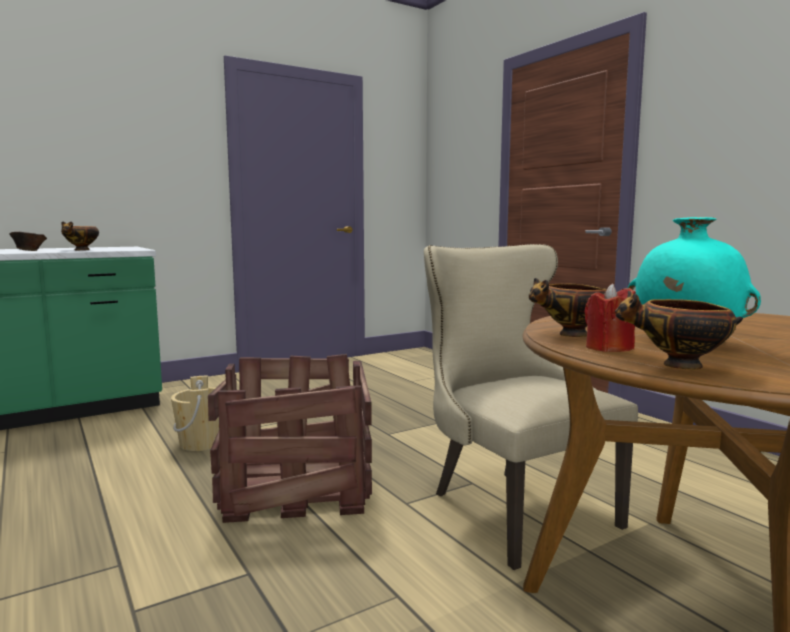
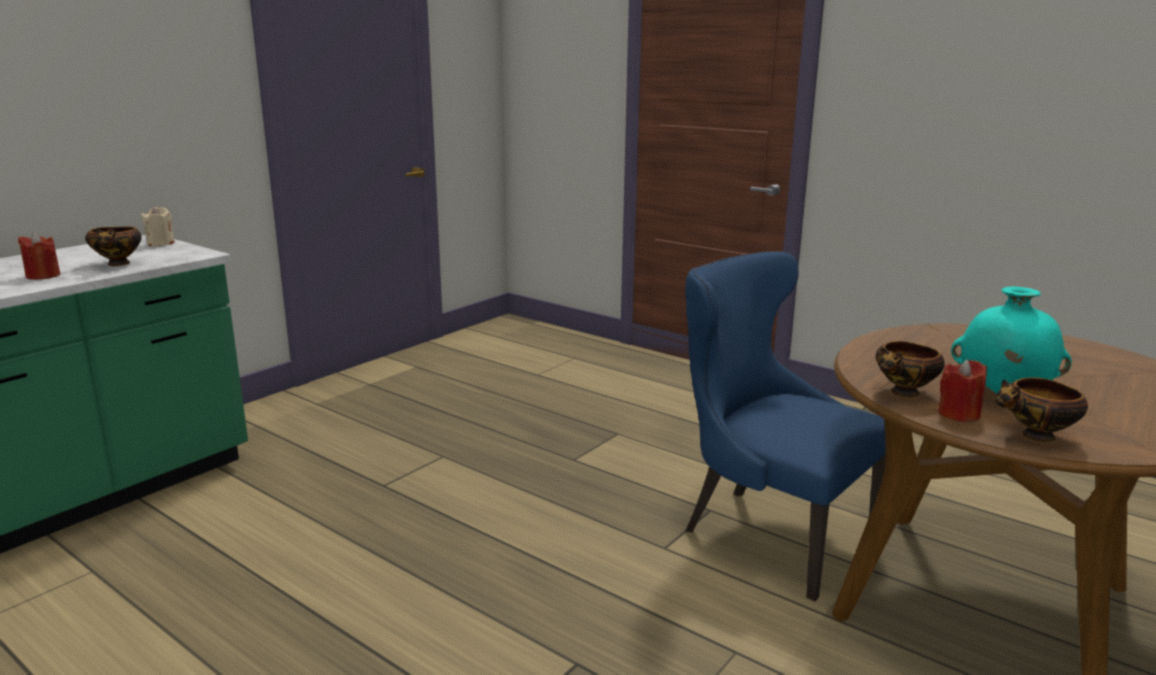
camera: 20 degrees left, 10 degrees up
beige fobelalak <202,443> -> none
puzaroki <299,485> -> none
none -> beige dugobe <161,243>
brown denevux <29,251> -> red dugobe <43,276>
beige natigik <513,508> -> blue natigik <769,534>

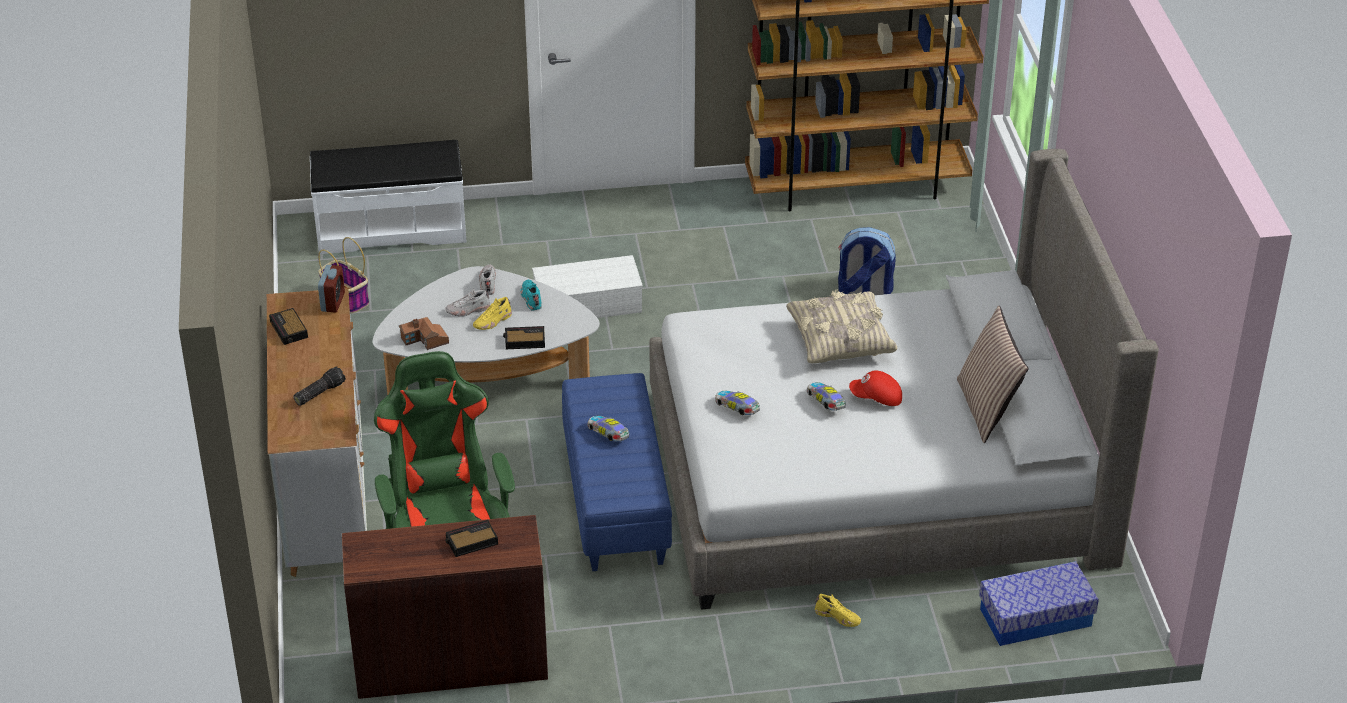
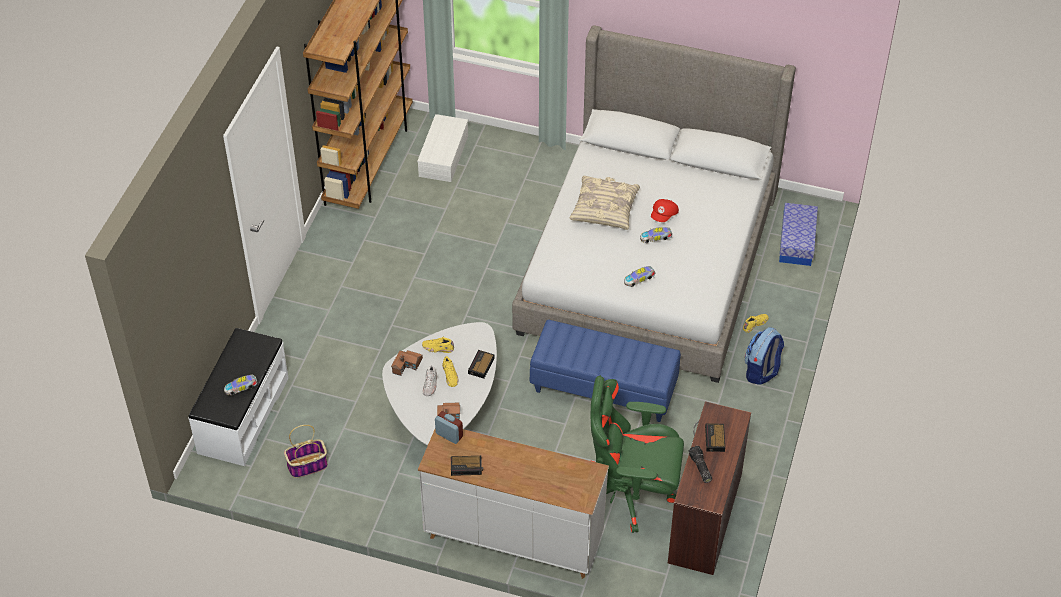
camera: 65 degrees left, 10 degrees up
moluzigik <987,409> -> none
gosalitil <319,392> -> gosalitil <699,468>, relocated
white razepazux <589,302> -> white razepazux <443,155>, relocated
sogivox <609,435> -> sogivox <242,388>, relocated
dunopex <863,292> -> dunopex <761,371>, relocated
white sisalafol <487,283> -> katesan <407,365>
turquoise sisalafol <531,298> -> yellow sisalafol <438,348>

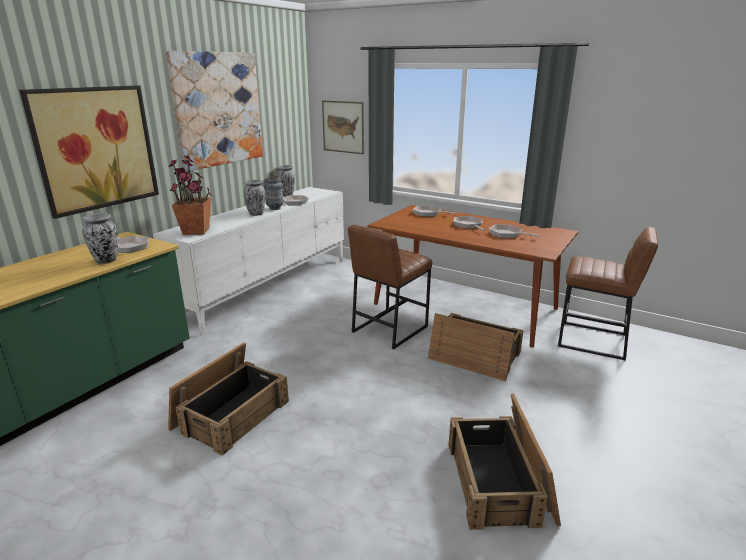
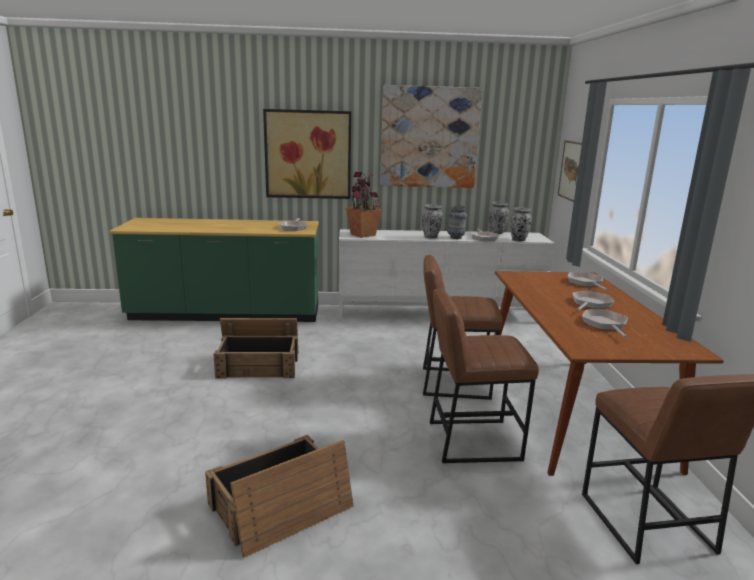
camera: 55 degrees right, 5 degrees down
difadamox <106,261> -> difadamox <518,240>, relocated
puzaroki <474,356> -> brown natigik <472,440>

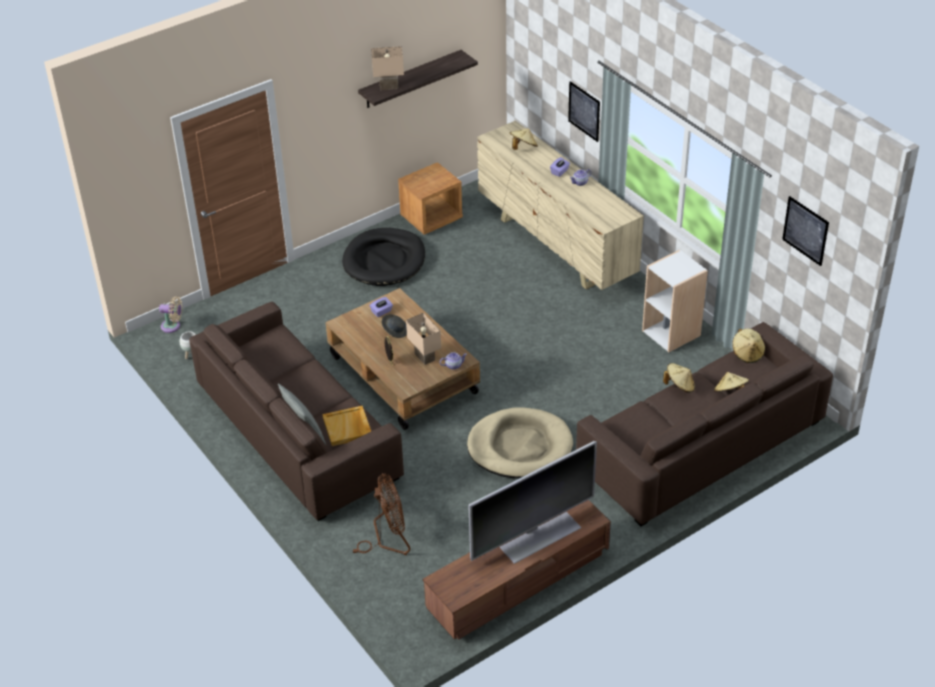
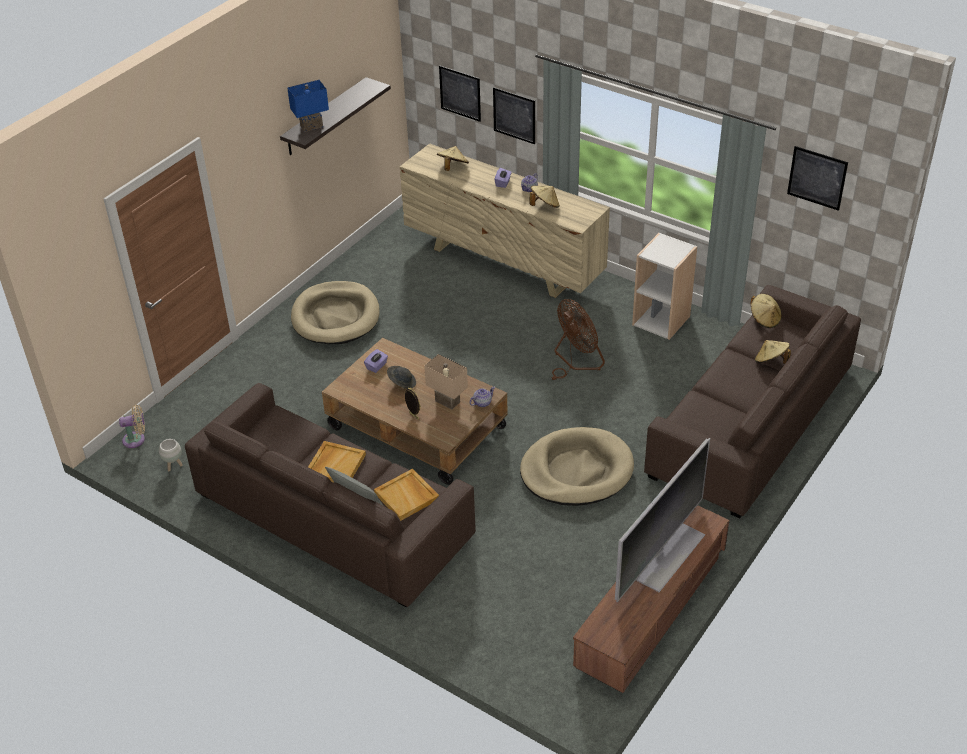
camera: 20 degrees left, 0 degrees up
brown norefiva <431,218> -> none
none -> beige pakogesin <335,465>
none -> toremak <460,93>
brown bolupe <387,534> -> brown bolupe <572,359>, relocated
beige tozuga <679,386> -> beige tozuga <544,205>, relocated
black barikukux <384,260> -> beige barikukux <335,316>
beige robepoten <389,86> -> blue robepoten <311,126>

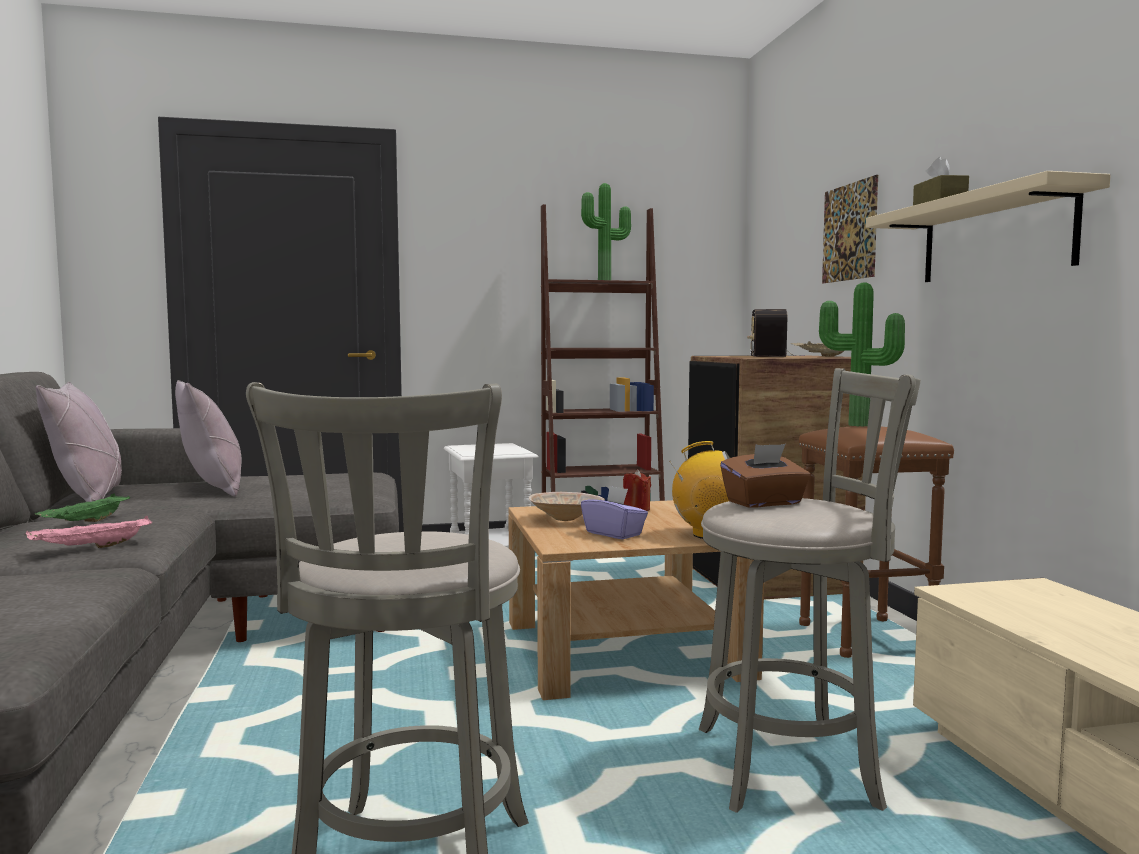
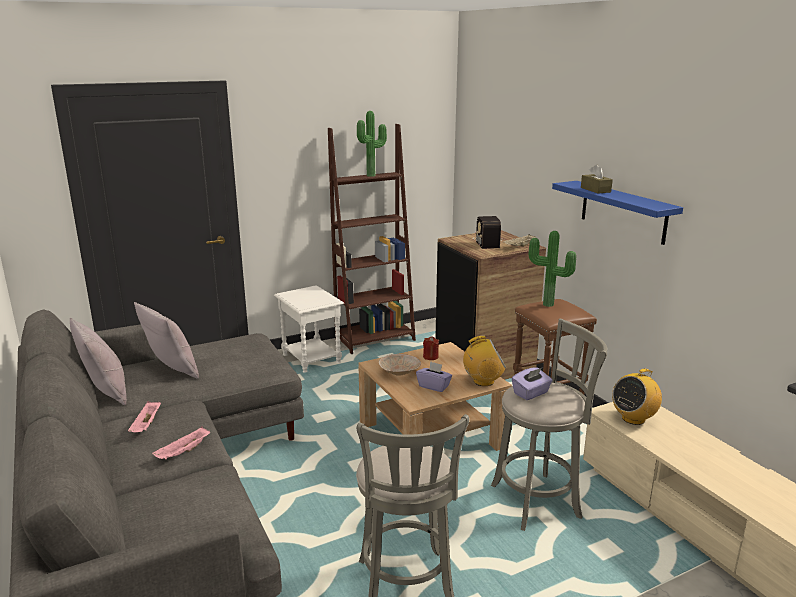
camera: 15 degrees left, 15 degrees up
toremak <849,232> -> none
none -> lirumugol <633,418>
green pakogesin <86,523> -> pink pakogesin <147,425>
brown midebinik <764,503> -> purple midebinik <531,393>
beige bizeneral <995,237> -> blue bizeneral <623,211>

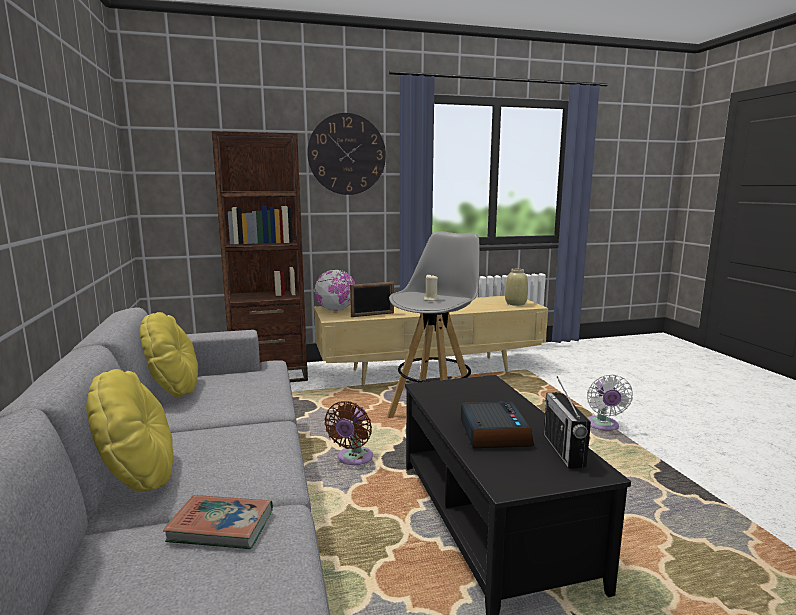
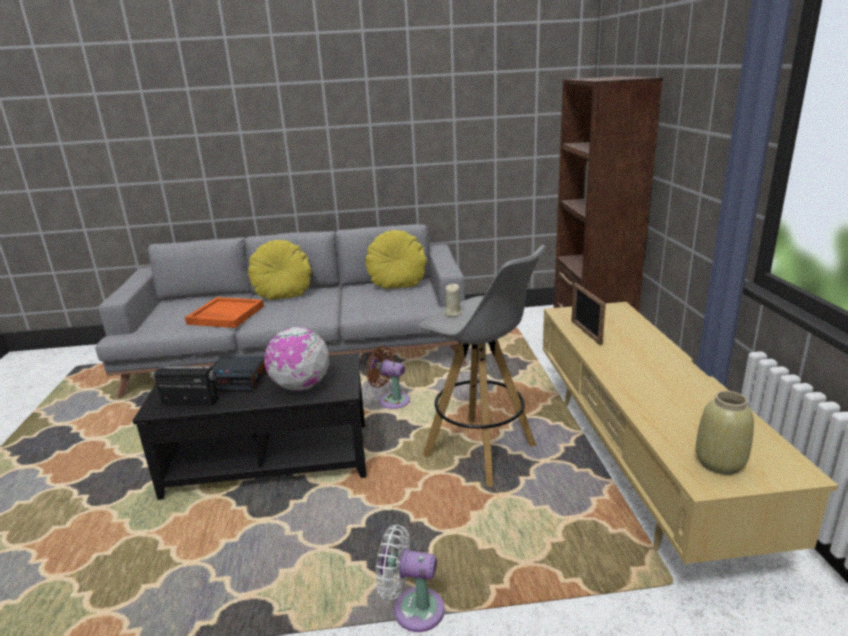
camera: 100 degrees right, 10 degrees up
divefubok <347,154> -> none
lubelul <336,310> -> lubelul <301,386>, relocated
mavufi <221,526> -> orange pakogesin <225,315>

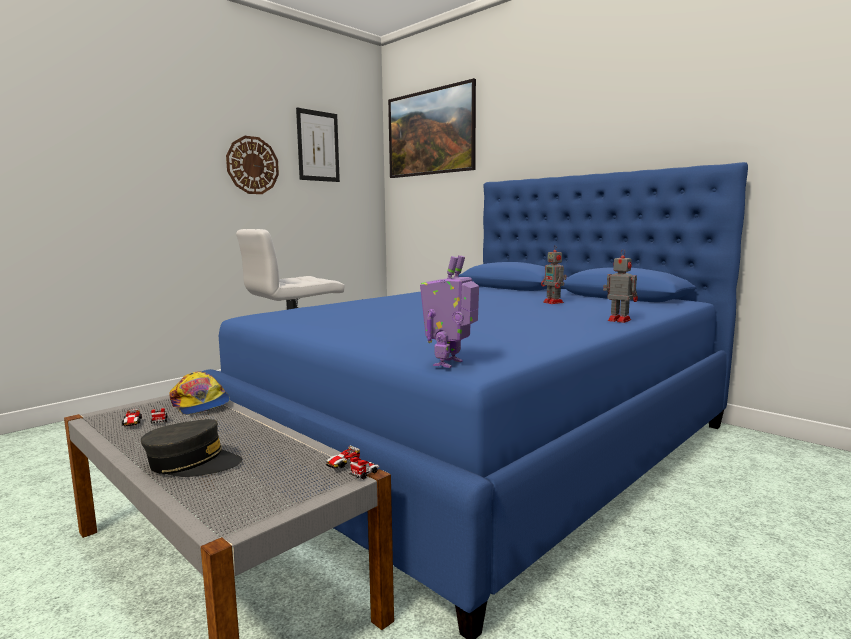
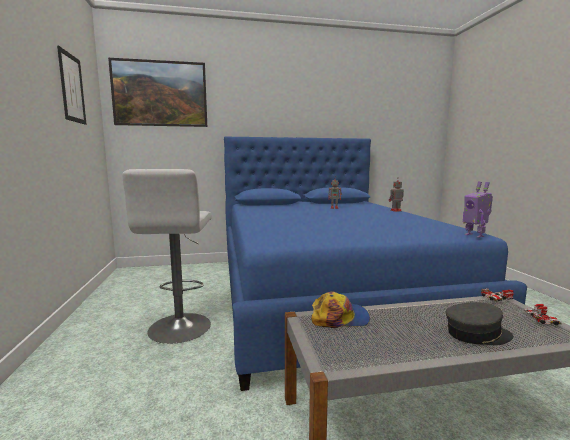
camera: 55 degrees left, 0 degrees up
divefubok <252,165> -> none
sogivox <145,423> -> sogivox <541,319>, relocated
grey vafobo <192,463> -> grey vafobo <477,334>, 45 degrees clockwise

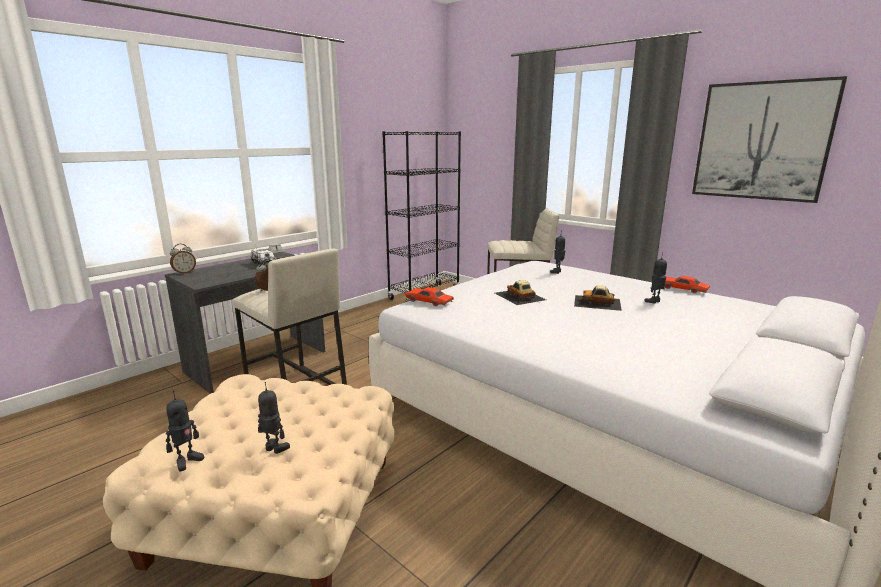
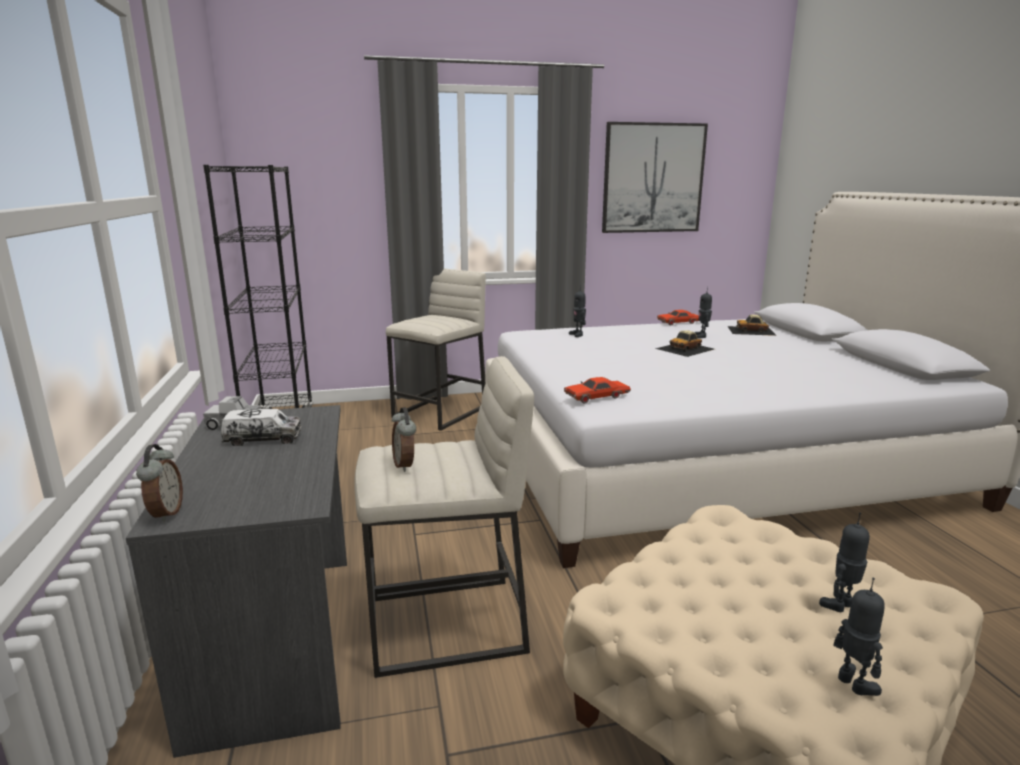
camera: 55 degrees left, 0 degrees up
sogivox <519,296> -> sogivox <751,330>, relocated

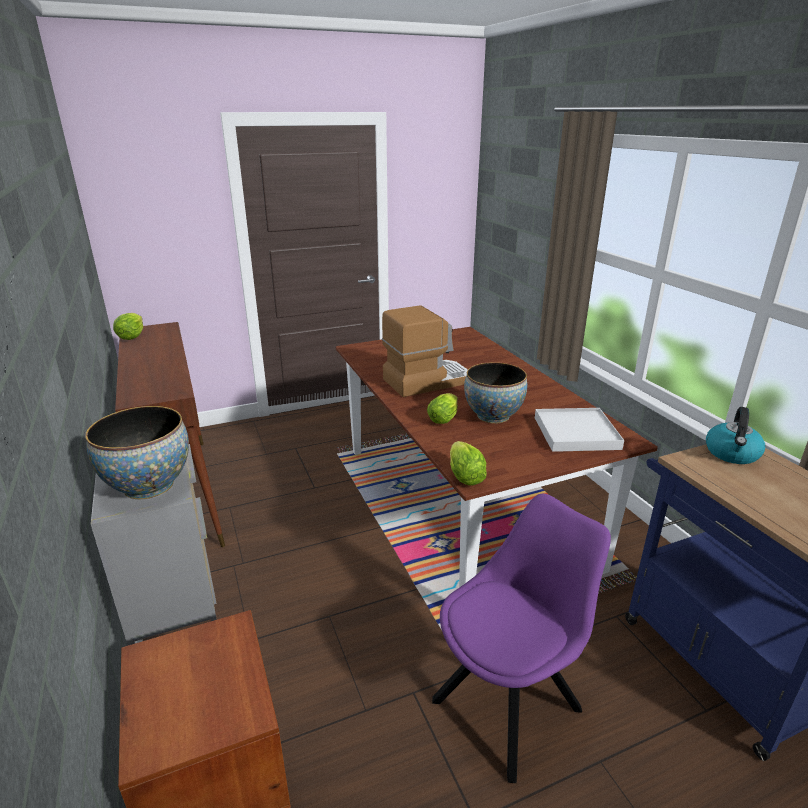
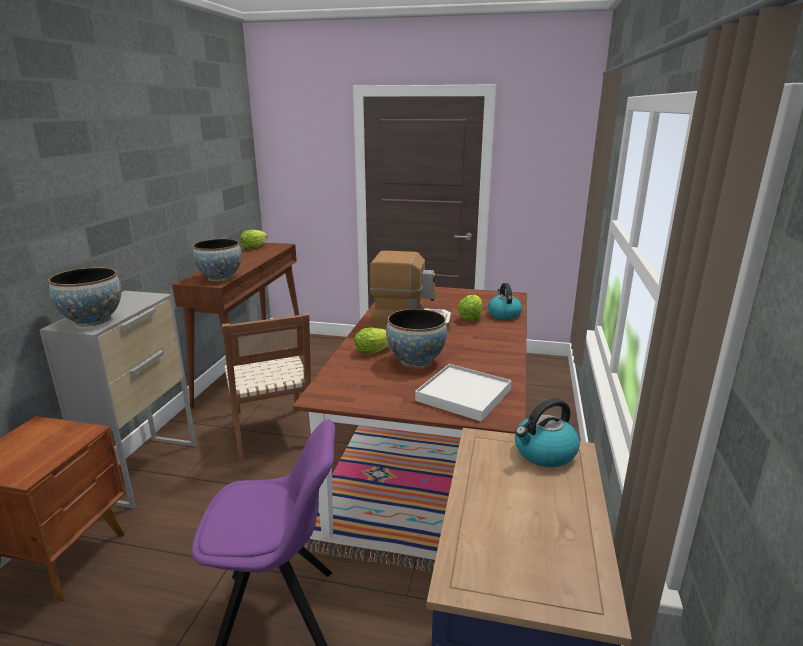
camera: 35 degrees right, 5 degrees down
none -> denevux <220,277>
none -> natigik <272,436>
none -> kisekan <504,314>
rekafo <465,476> -> rekafo <470,318>, relocated

